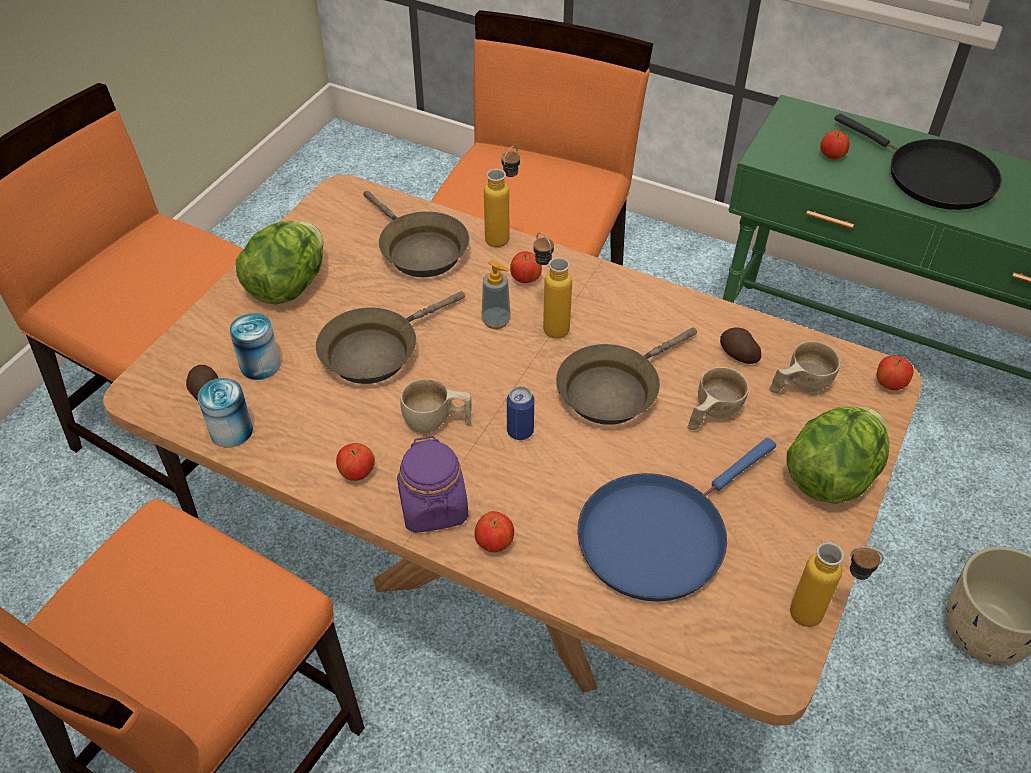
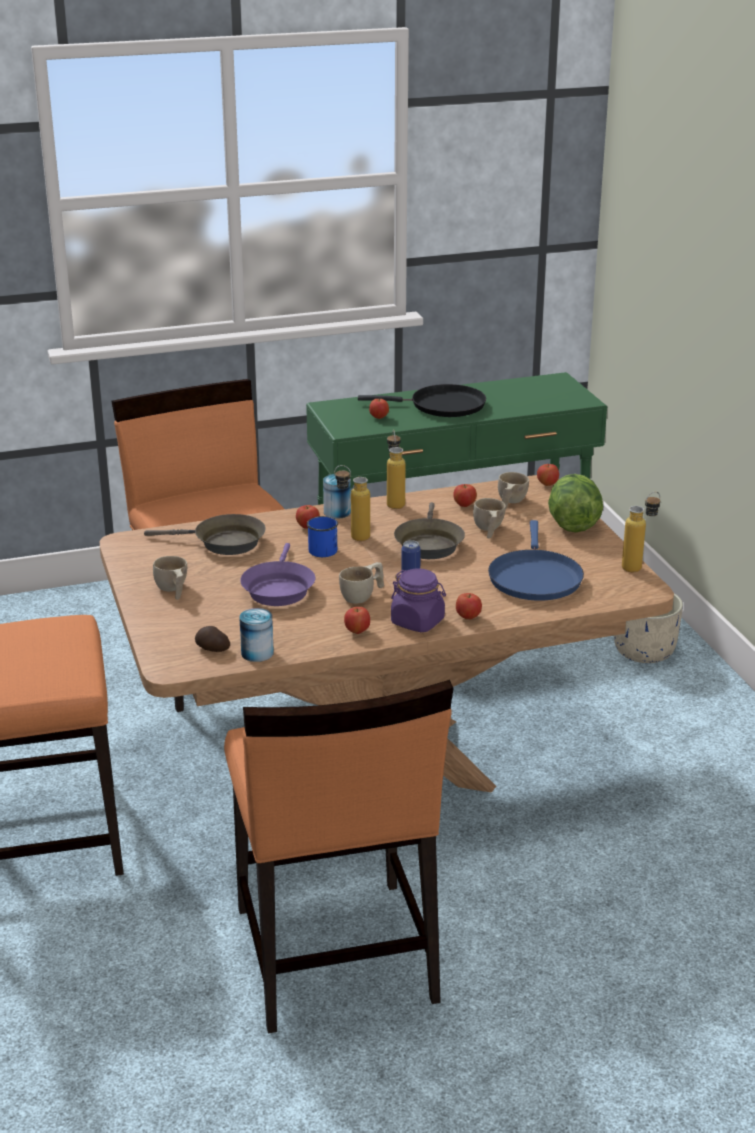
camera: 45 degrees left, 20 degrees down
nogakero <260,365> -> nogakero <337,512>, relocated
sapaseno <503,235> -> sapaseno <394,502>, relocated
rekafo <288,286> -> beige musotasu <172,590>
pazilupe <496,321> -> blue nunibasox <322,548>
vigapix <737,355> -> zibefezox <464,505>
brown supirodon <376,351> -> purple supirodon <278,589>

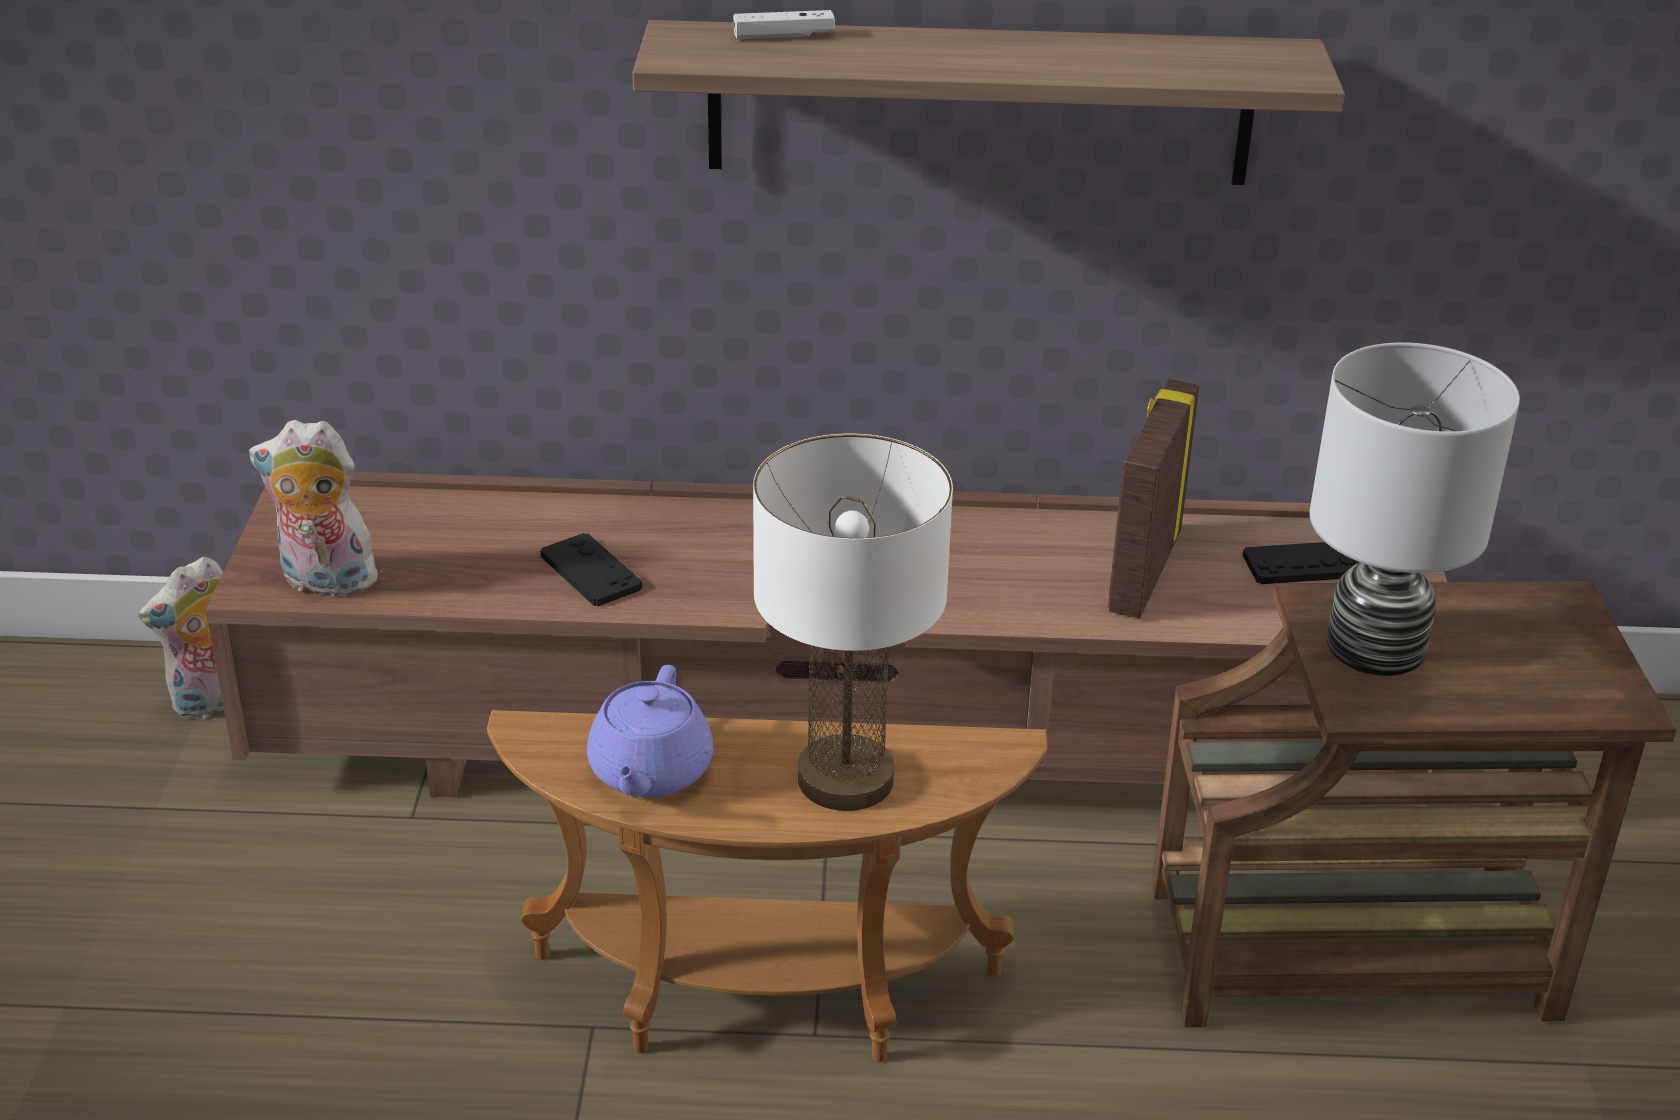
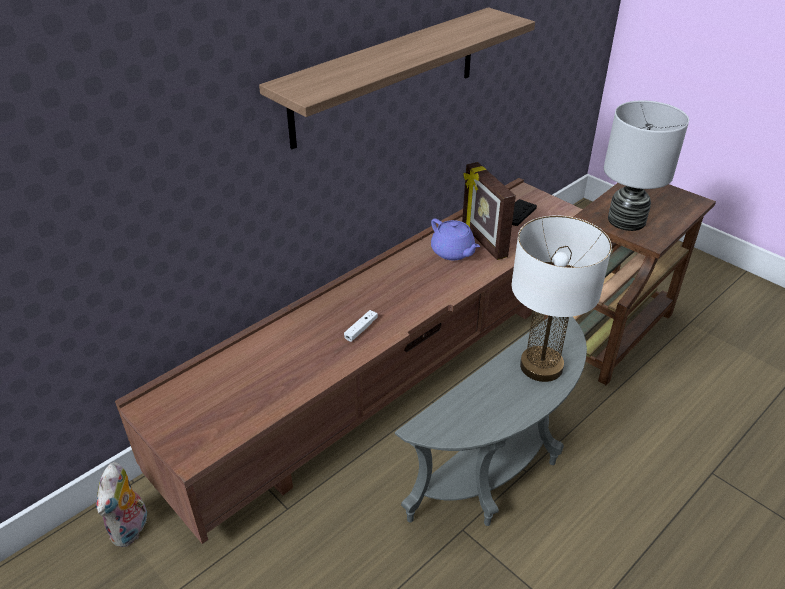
camera: 45 degrees left, 5 degrees up
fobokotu <324,582> -> none
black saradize <591,572> -> none
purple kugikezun <649,772> -> purple kugikezun <453,252>, relocated
white saradize <784,36> -> white saradize <361,329>, relocated
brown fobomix <764,1003> -> grey fobomix <498,474>

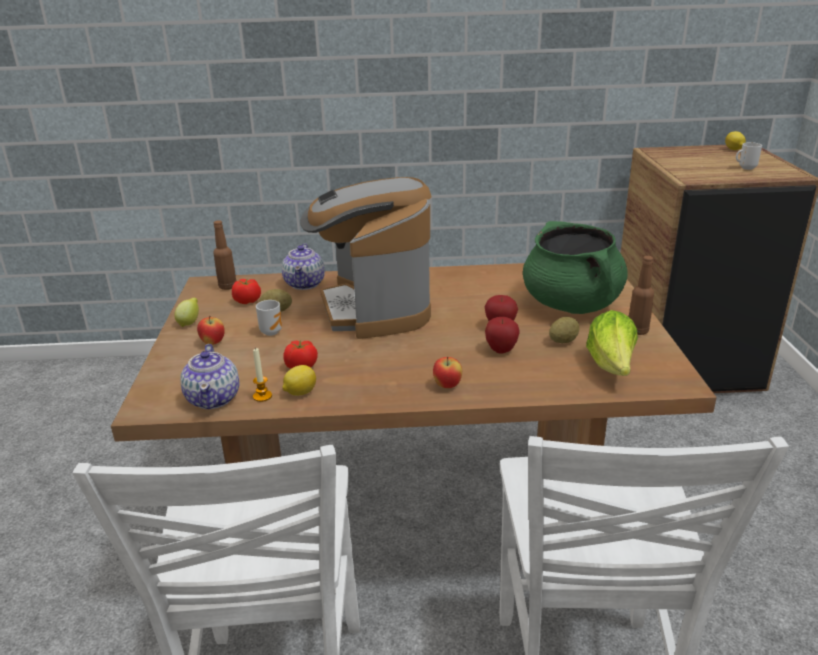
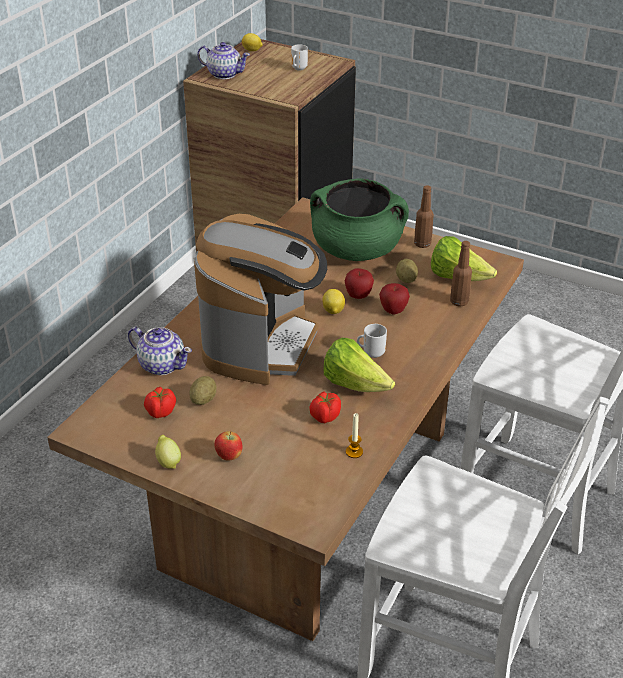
camera: 60 degrees left, 10 degrees up
zibefezox <447,386> -> none
none -> rekafo <355,384>
kugikezun <214,398> -> kugikezun <224,74>, relocated
brown sapaseno <228,286> -> brown sapaseno <459,302>, relocated
nunibasox <271,331> -> nunibasox <372,353>, relocated
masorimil <300,392> -> masorimil <333,311>, relocated
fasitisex <374,309> -> fasitisex <261,344>, 90 degrees counterclockwise

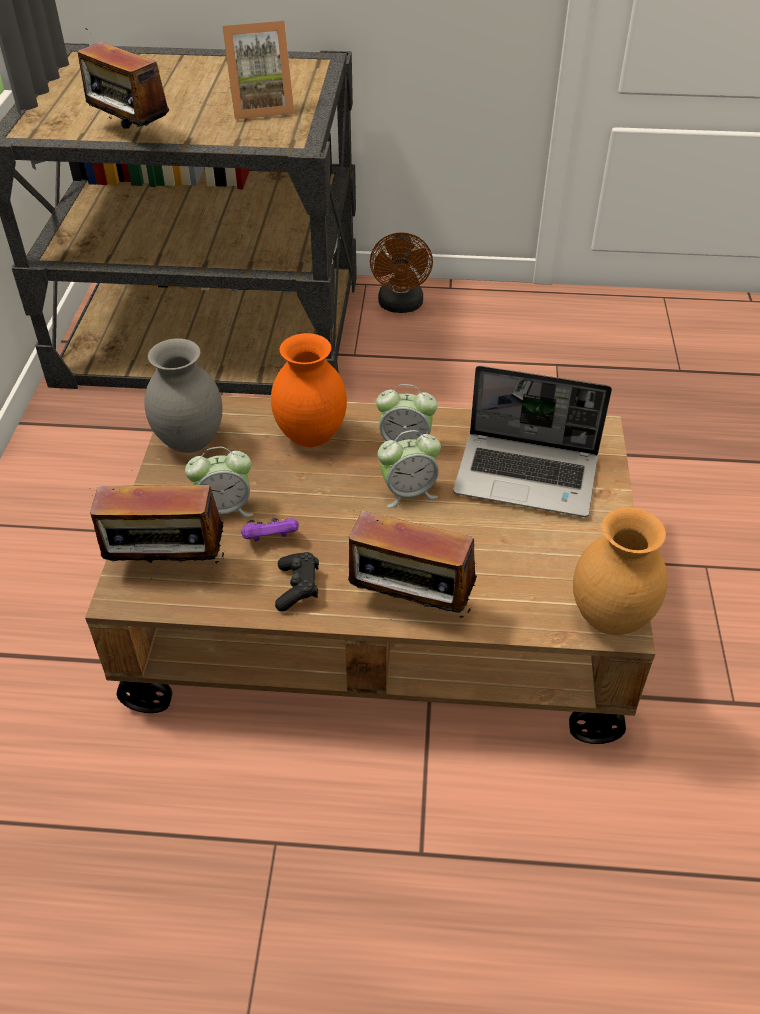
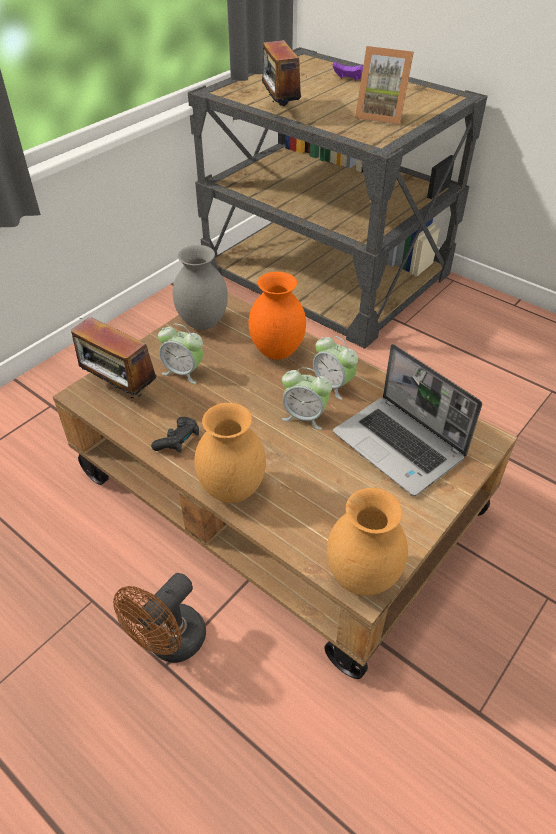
camera: 35 degrees right, 0 degrees up
purple saradize <270,539> -> purple saradize <348,79>, relocated
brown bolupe <400,306> -> brown bolupe <170,644>, relocated
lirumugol <410,606> -> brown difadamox <233,490>

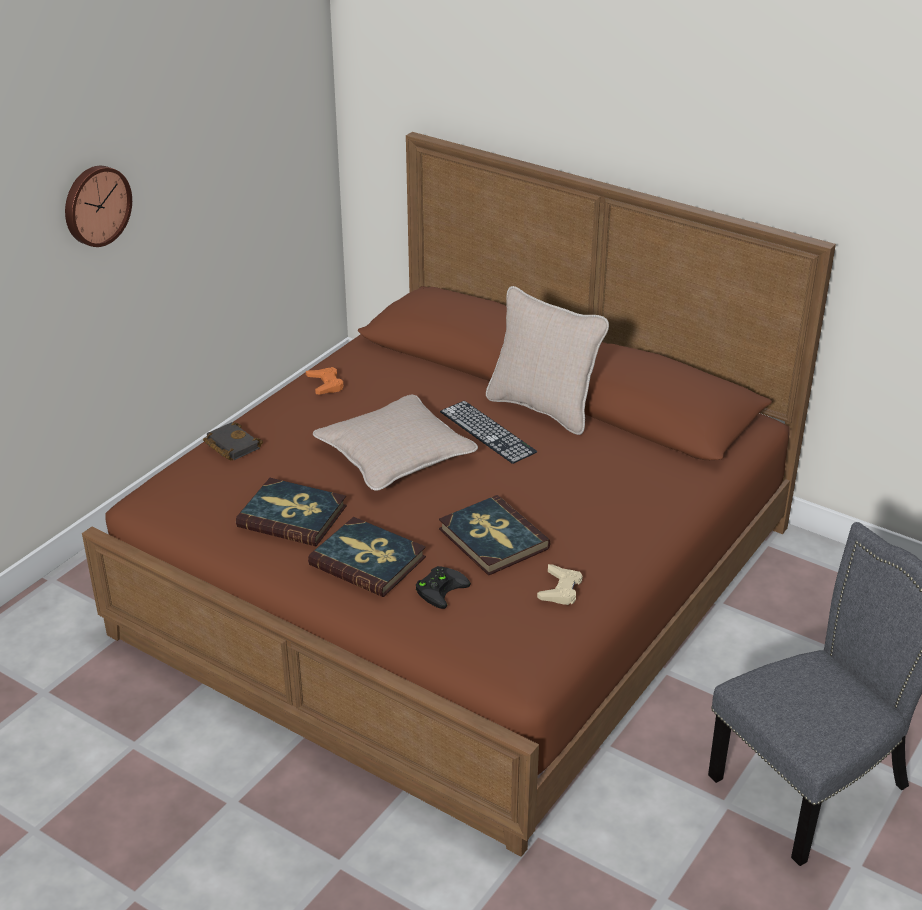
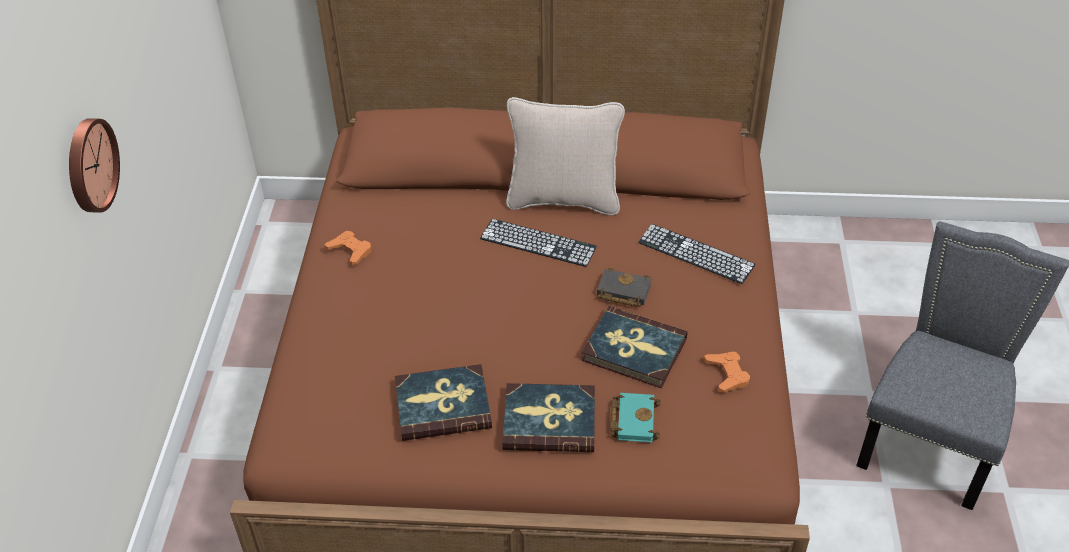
camera: 30 degrees left, 10 degrees up
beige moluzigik <395,453> -> none
none -> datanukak <695,254>
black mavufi <230,445> -> black mavufi <622,292>, relocated
black saradize <440,588> -> turquoise mavufi <633,419>
beige saradize <560,589> -> orange saradize <727,374>

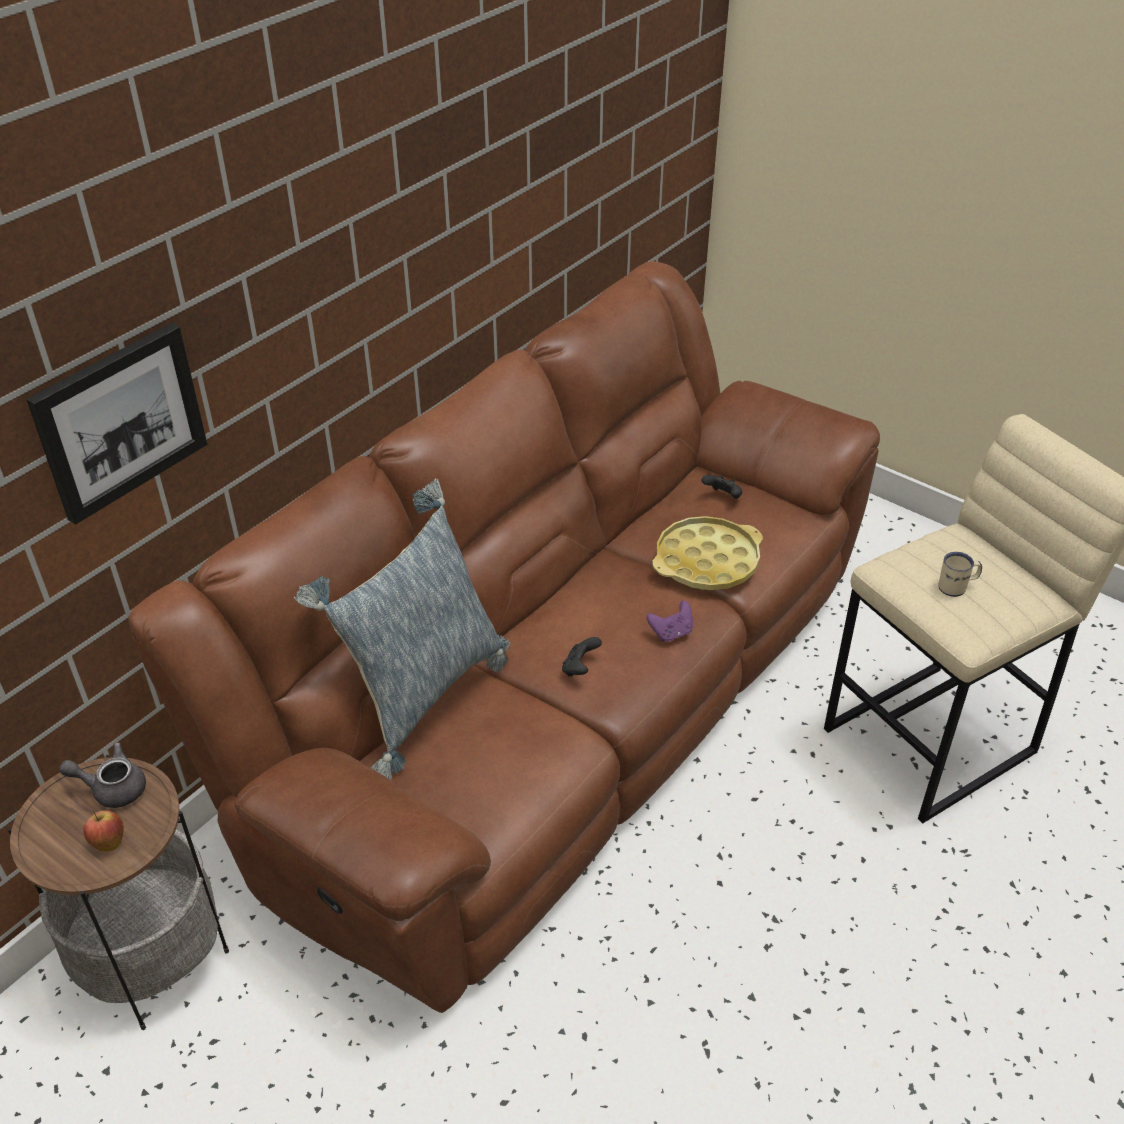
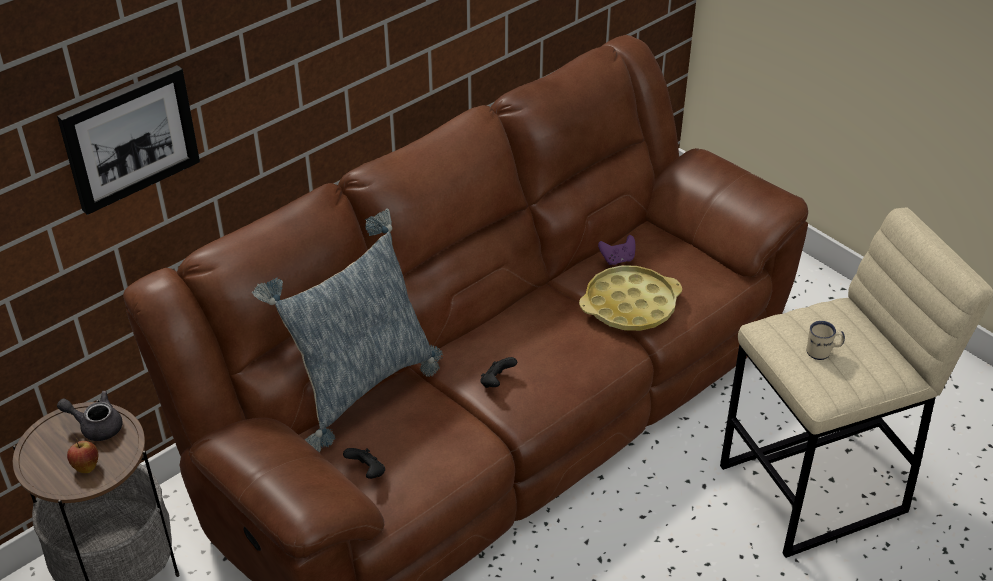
camera: 10 degrees right, 0 degrees up
purple saradize <671,632> -> purple saradize <617,259>, relocated
black saradize <723,497> -> black saradize <367,472>, relocated

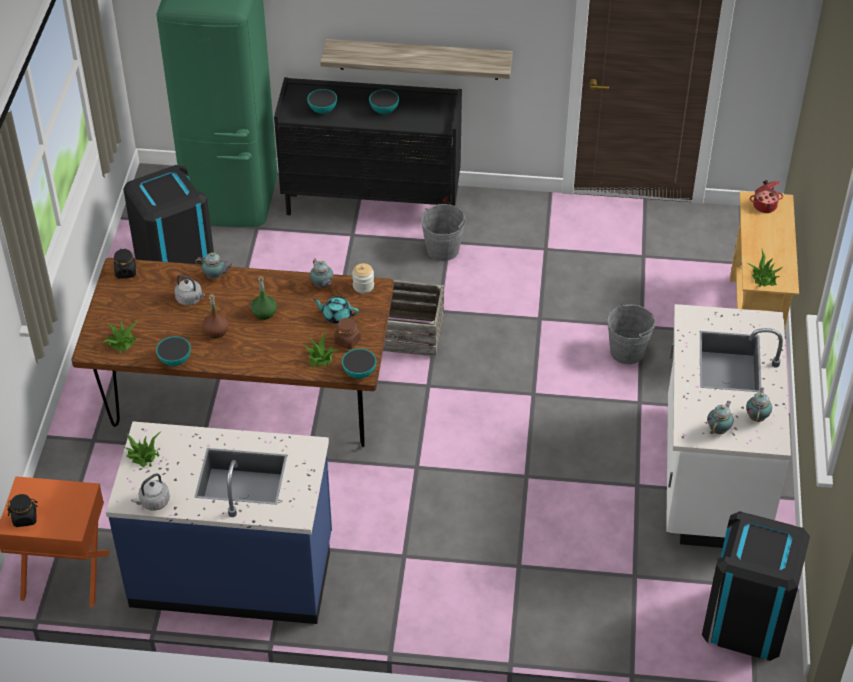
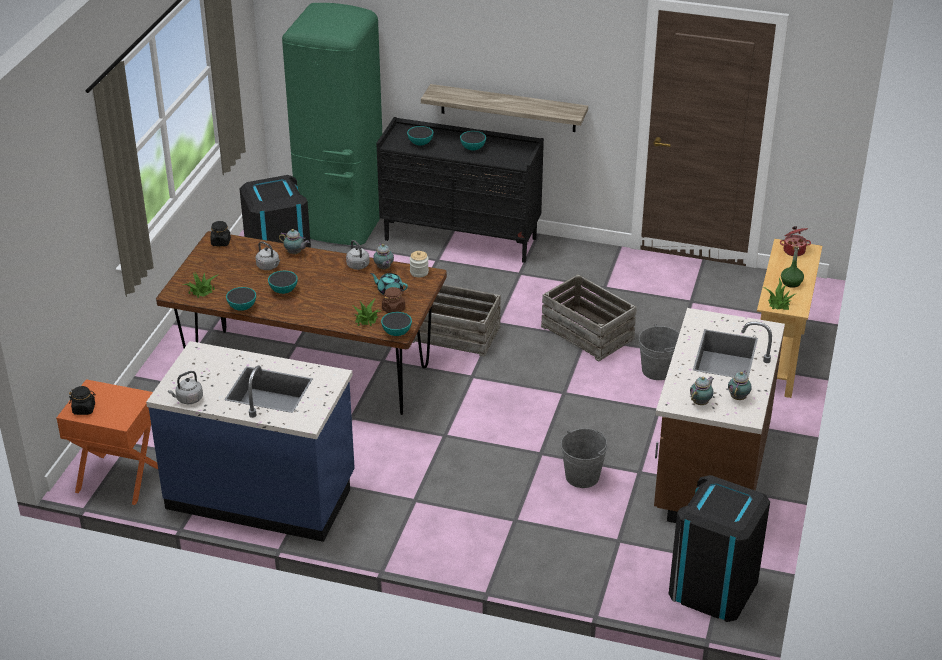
camera: 10 degrees right, 10 degrees down
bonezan <143,455> -> none
none -> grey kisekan <358,266>
none -> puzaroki <588,332>
green sapaseno <264,313> -> green sapaseno <791,282>, relocated
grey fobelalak <442,250> -> grey fobelalak <582,476>, relocated
brown sapaseno <216,331> -> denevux <283,291>
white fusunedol <711,475> -> brown fusunedol <709,472>

